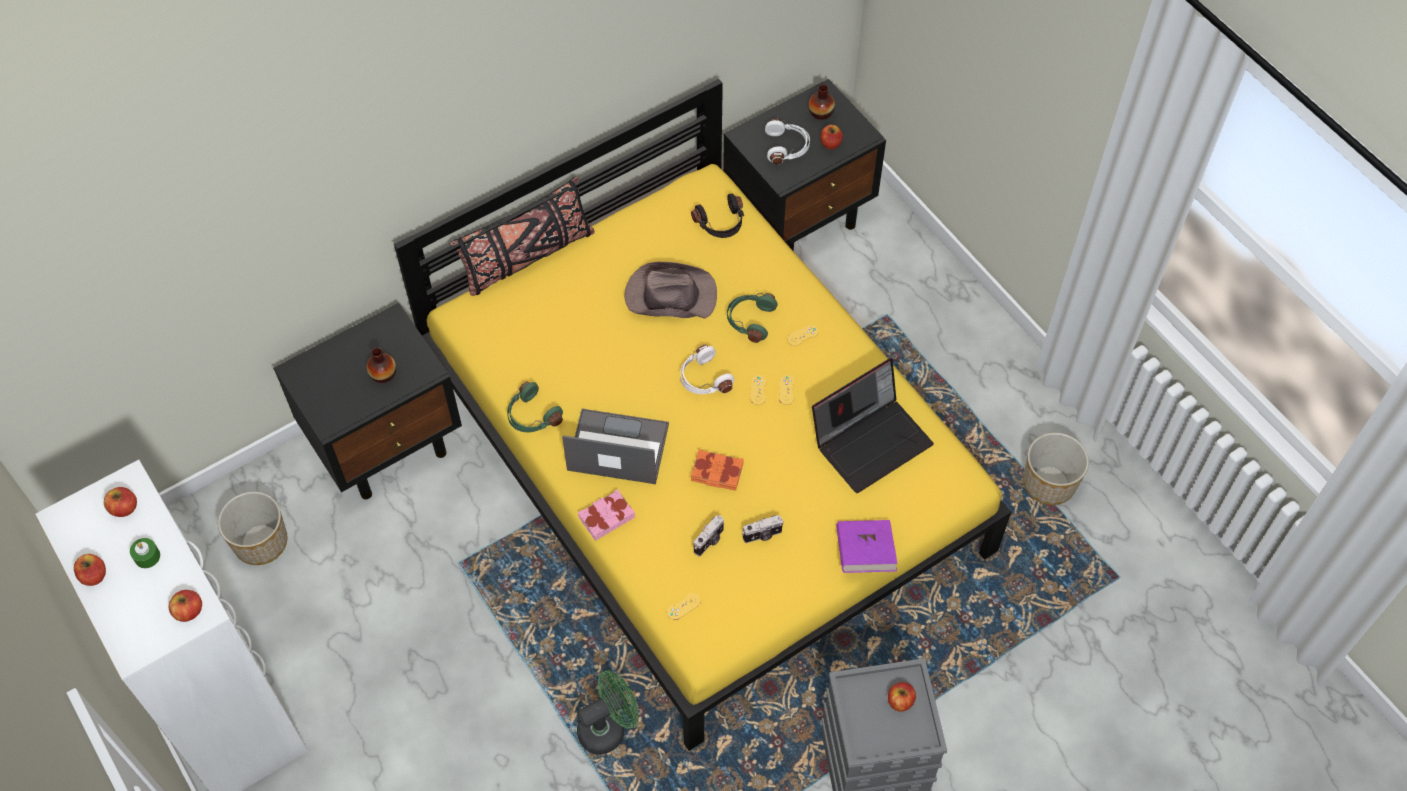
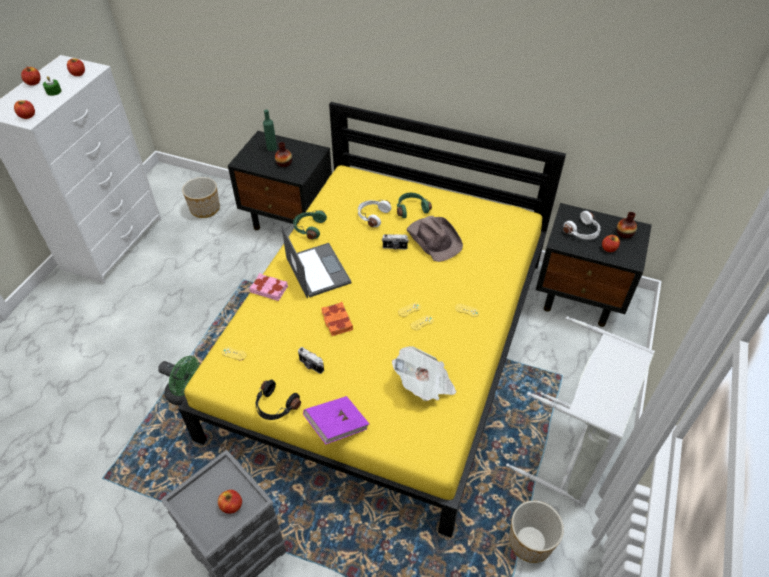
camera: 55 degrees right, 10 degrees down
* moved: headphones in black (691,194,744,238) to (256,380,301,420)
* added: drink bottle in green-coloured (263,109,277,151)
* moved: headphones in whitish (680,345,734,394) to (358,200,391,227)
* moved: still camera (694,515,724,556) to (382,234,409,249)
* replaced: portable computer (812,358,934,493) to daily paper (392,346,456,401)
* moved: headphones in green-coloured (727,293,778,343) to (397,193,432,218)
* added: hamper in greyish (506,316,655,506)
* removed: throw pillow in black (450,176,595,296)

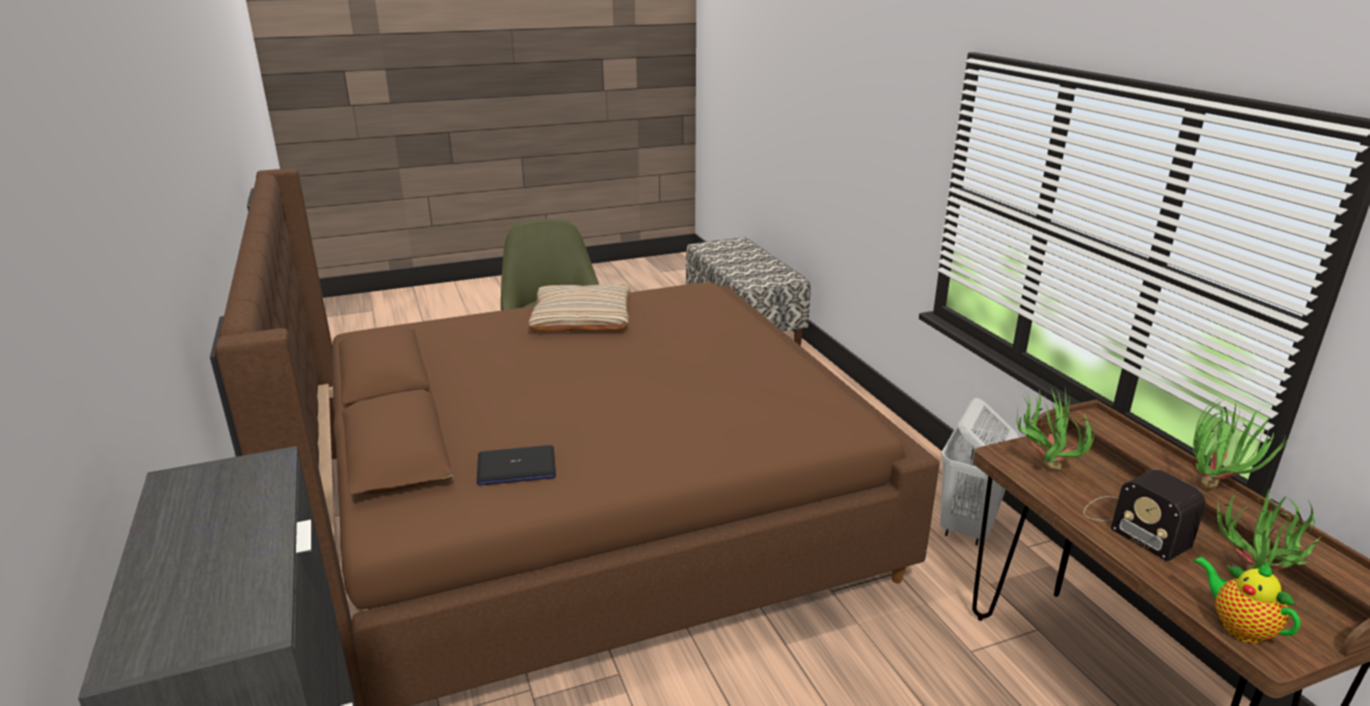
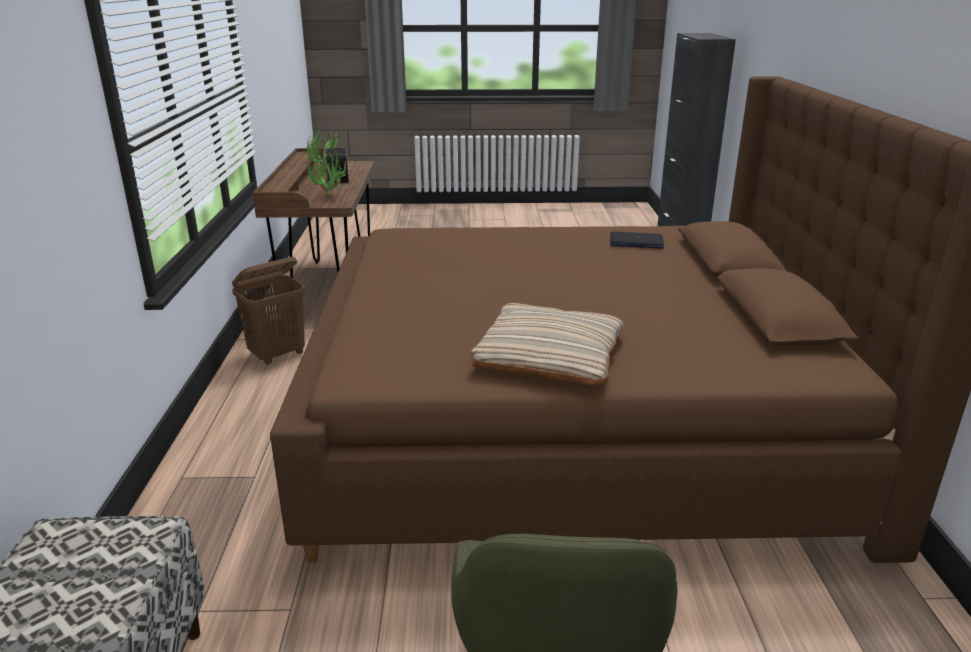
camera: 160 degrees left, 0 degrees up
* recoloured: hamper in whitish (940,398,1019,546) to hamper in brownish (232,257,305,365)
* removed: houseplant (1193,399,1288,489)
* removed: pot for tea (1194,556,1301,643)

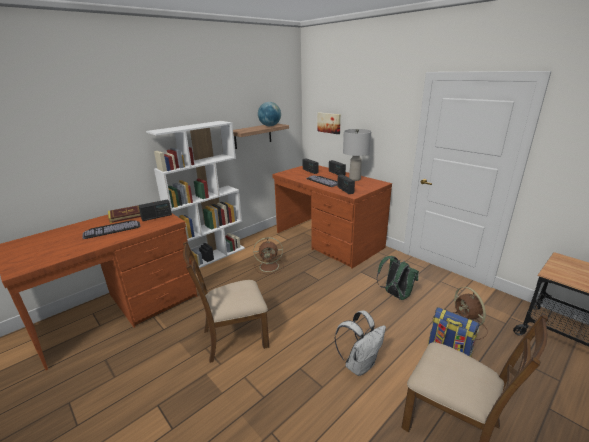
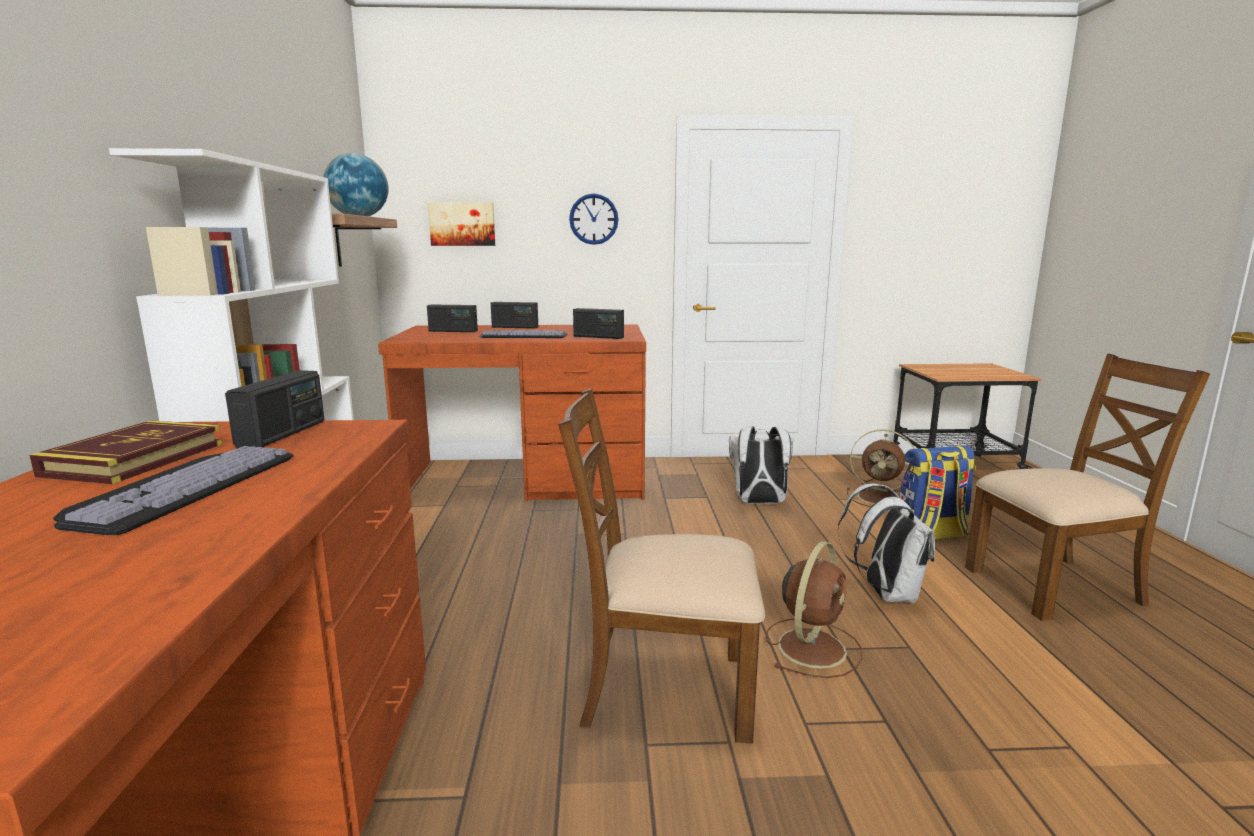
camera: 50 degrees left, 10 degrees down
* turned: chair in brownish (183,241,269,363) = (558,388,765,744) 75 degrees clockwise
* added: clock on the wall (569,193,619,245)
* recoloured: rucksack in green-coloured (377,256,419,300) to rucksack in whitish (729,426,793,504)
* moved: fan in brownish (253,237,284,274) to (766,541,862,678)
* removed: table lamp in greyish (343,129,371,181)

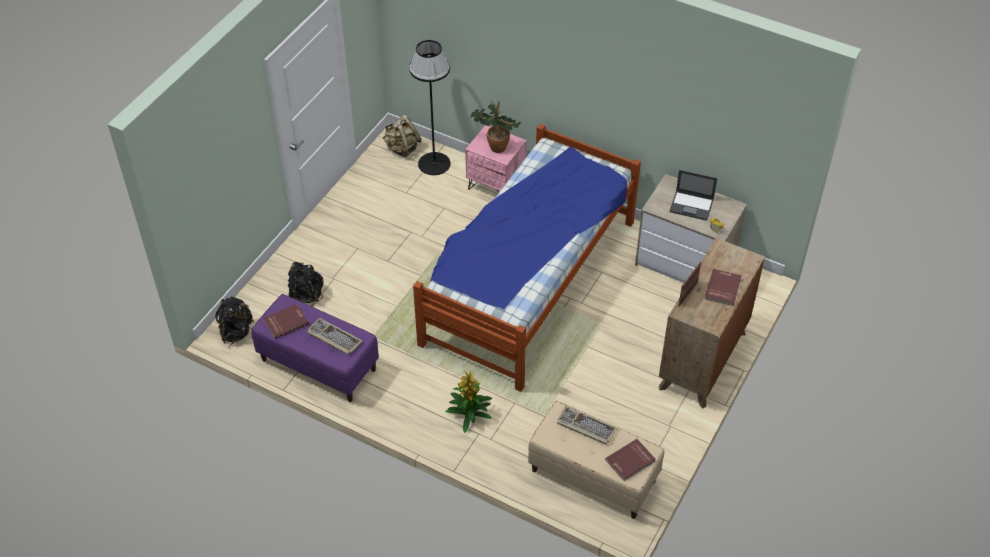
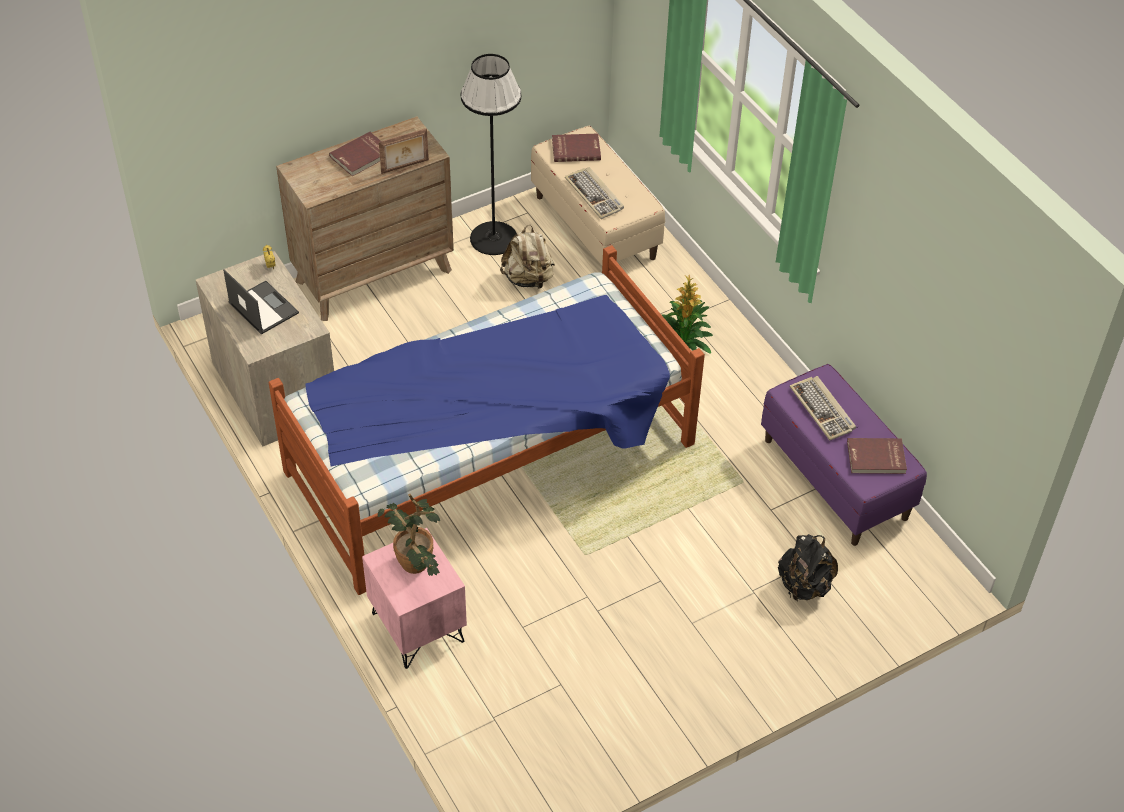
camera: 150 degrees left, 0 degrees up
* moved: standard lamp in black (409,40,451,175) to (461,54,521,255)
* moved: rucksack in beige-coloured (383,115,422,158) to (500,225,555,289)
* removed: rucksack in black (215,297,253,345)

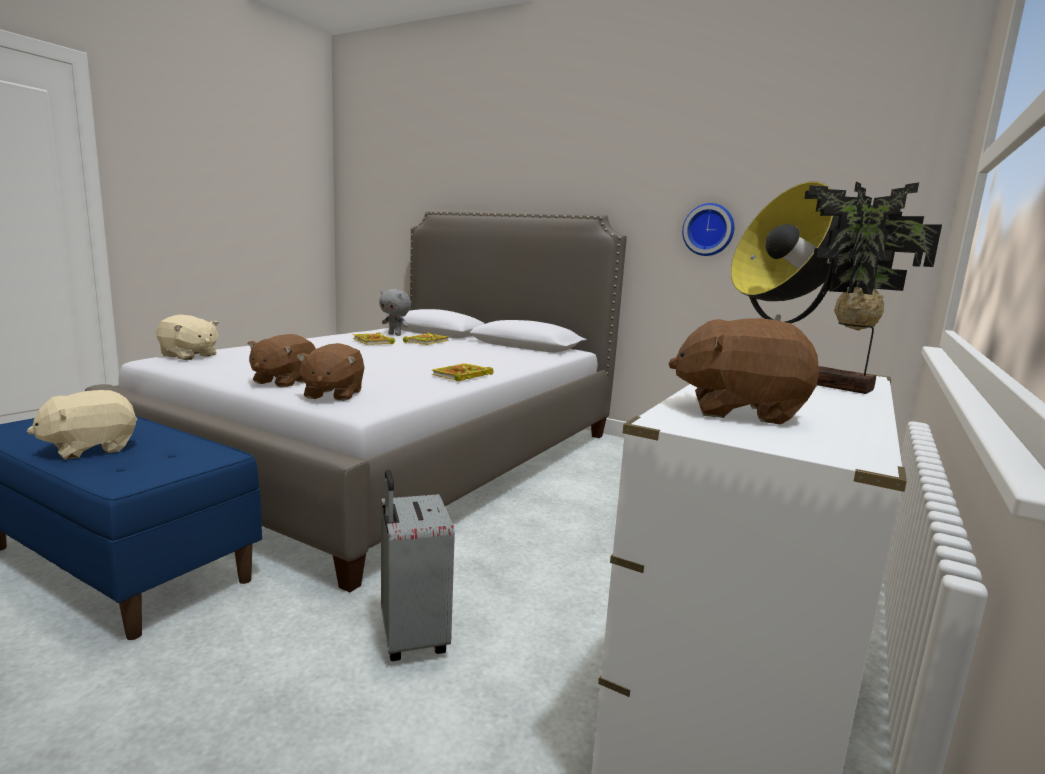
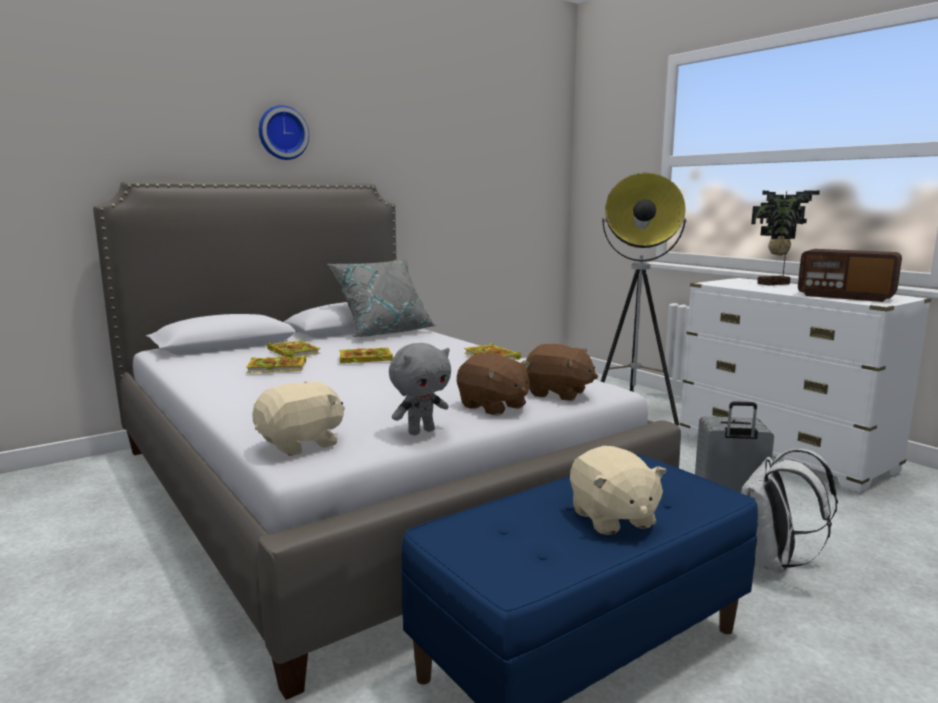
camera: 65 degrees left, 0 degrees up
* moved: clock on the wall (682,203,734,256) to (259,105,309,160)
* added: throw pillow in greyish (327,259,436,337)
* added: volume (339,348,393,364)
* moved: plush toy in greyish (379,289,411,336) to (389,343,451,435)
* added: rucksack in whitish (741,449,838,573)
* replaced: plush toy in brownish (668,318,819,425) to radio (798,249,902,302)

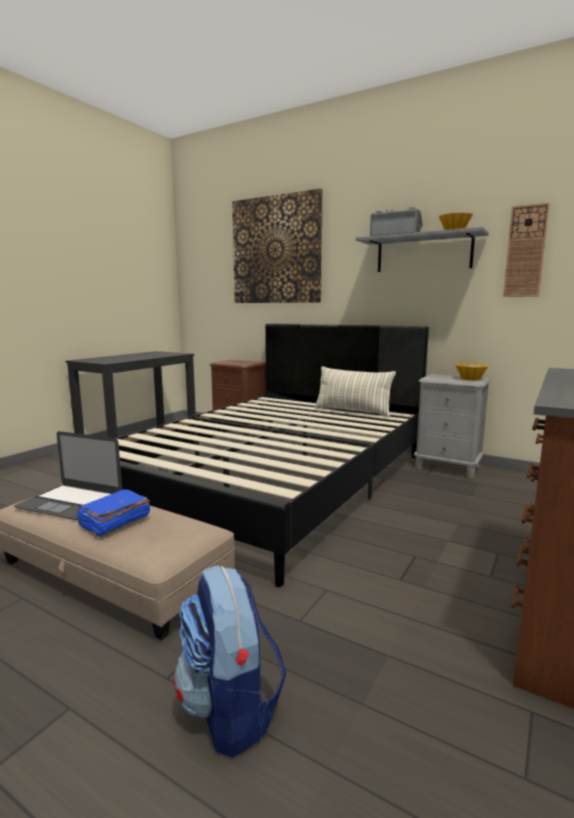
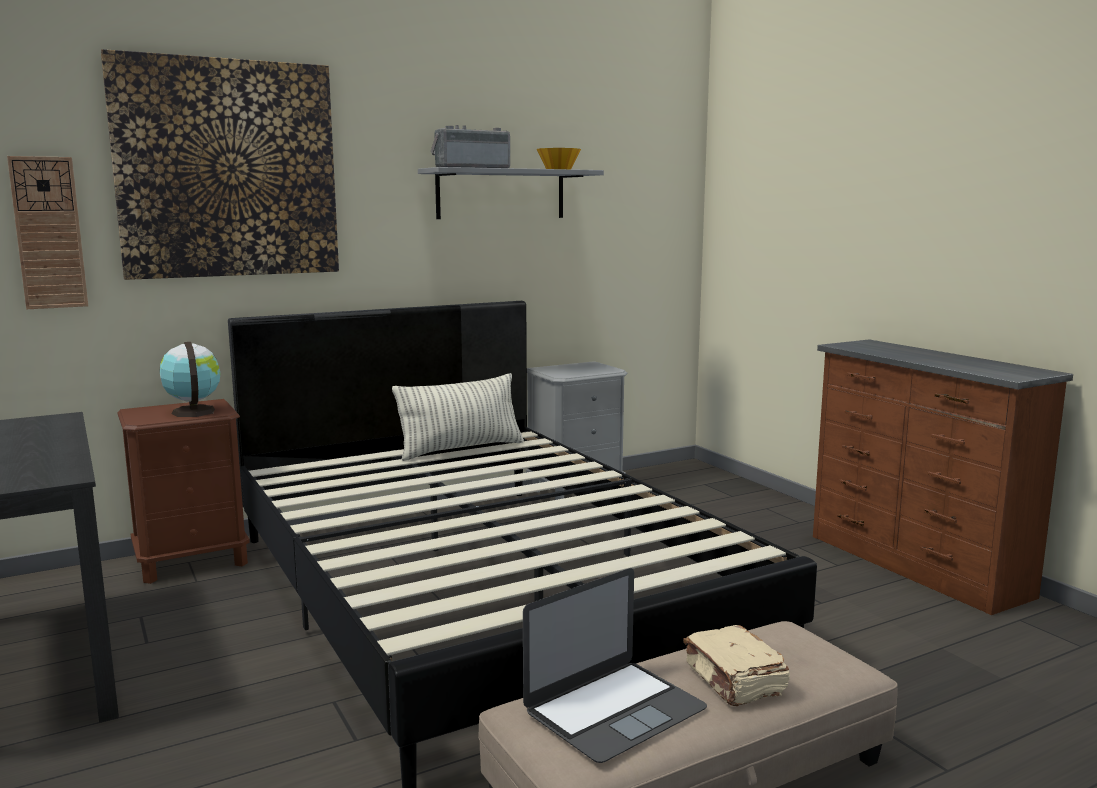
camera: 60 degrees left, 0 degrees up
* moved: clock on the wall (503,203,550,297) to (7,156,88,309)
* added: globe (159,342,221,417)
* recoloured: volume in blue (76,489,150,537) to volume in beige-coloured (683,625,790,706)
* removed: rucksack (174,565,286,757)
* removed: serving bowl (455,363,488,380)

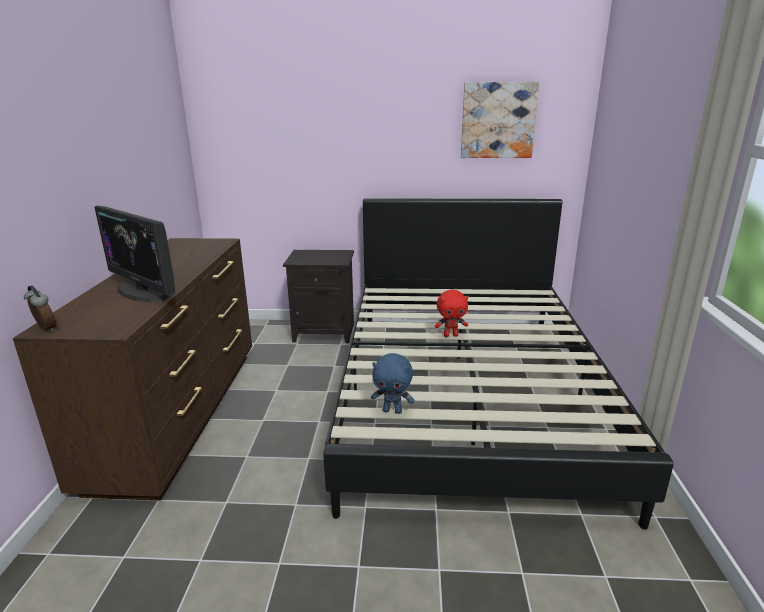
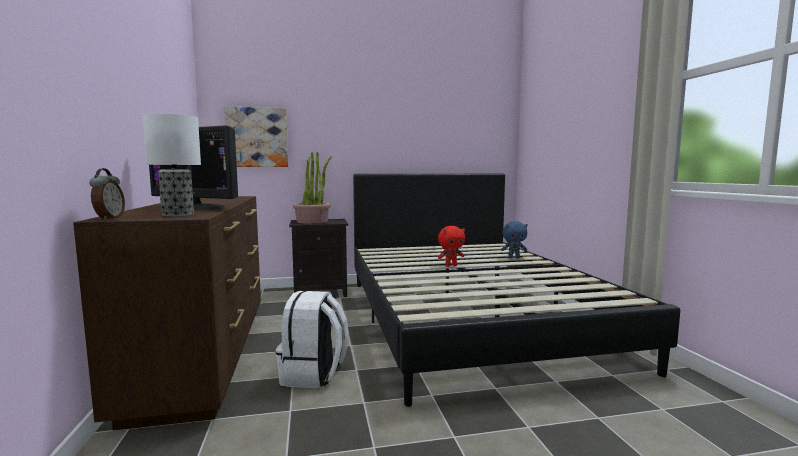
camera: 15 degrees left, 15 degrees down
* turned: bedside clock (24,285,57,332) = (89,168,125,220) 60 degrees clockwise
* added: table lamp (143,114,201,216)
* moved: picture (461,82,539,158) to (224,106,288,167)
* added: rucksack in whitish (276,291,349,388)
* added: houseplant (293,152,332,224)
* moved: plush toy in blue (371,353,414,414) to (501,221,528,259)

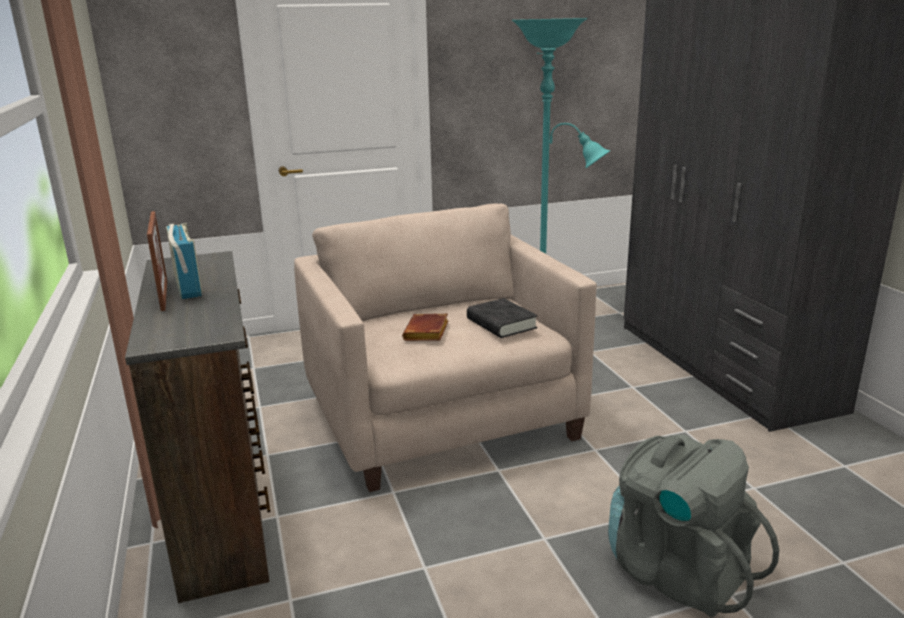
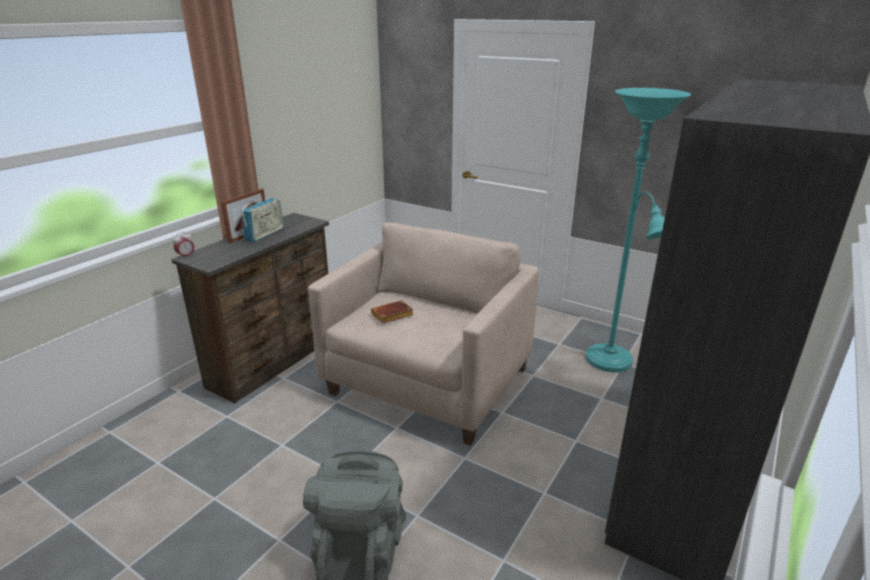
camera: 50 degrees right, 5 degrees up
* added: bedside clock (173,232,194,259)
* removed: volume in black (467,298,538,338)

